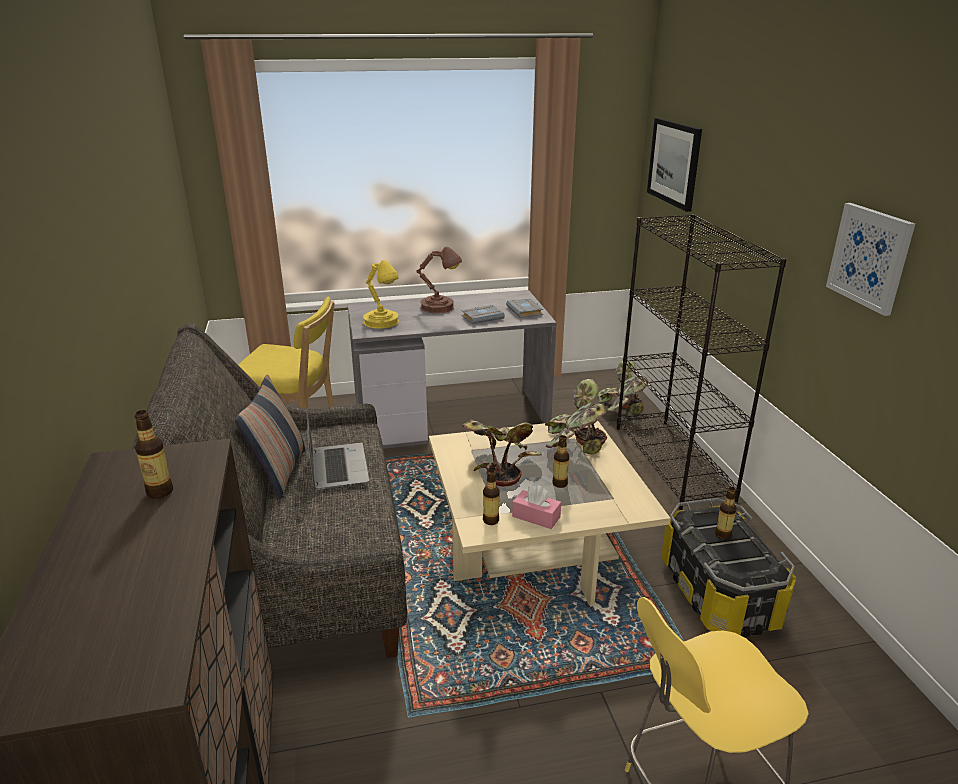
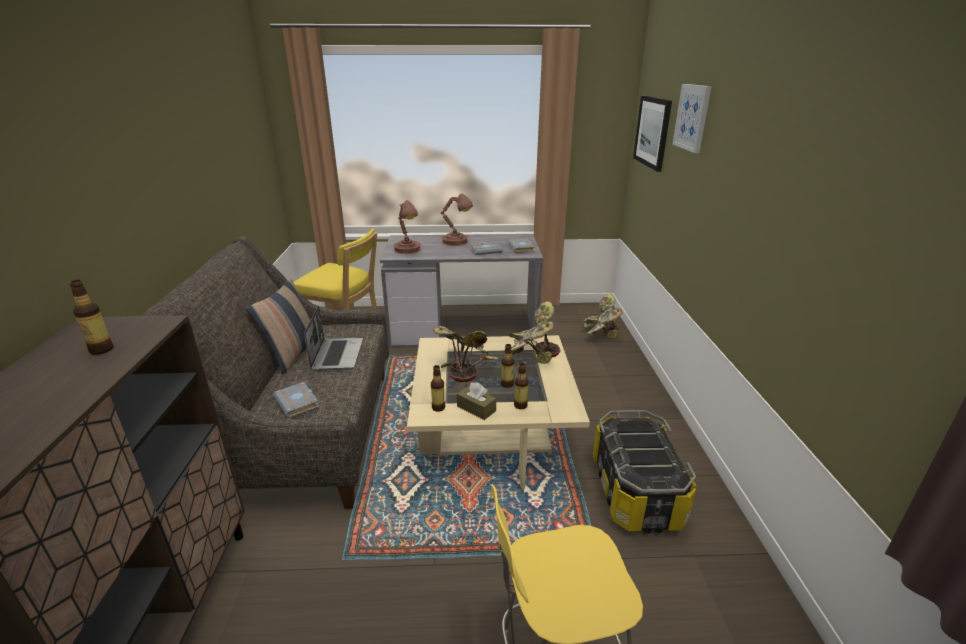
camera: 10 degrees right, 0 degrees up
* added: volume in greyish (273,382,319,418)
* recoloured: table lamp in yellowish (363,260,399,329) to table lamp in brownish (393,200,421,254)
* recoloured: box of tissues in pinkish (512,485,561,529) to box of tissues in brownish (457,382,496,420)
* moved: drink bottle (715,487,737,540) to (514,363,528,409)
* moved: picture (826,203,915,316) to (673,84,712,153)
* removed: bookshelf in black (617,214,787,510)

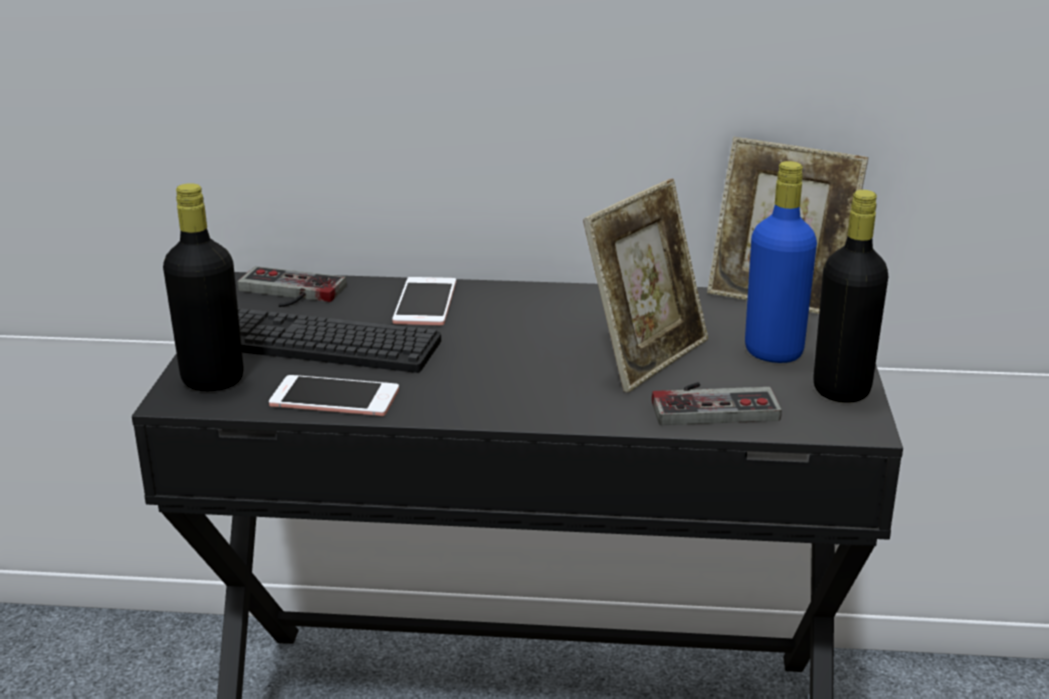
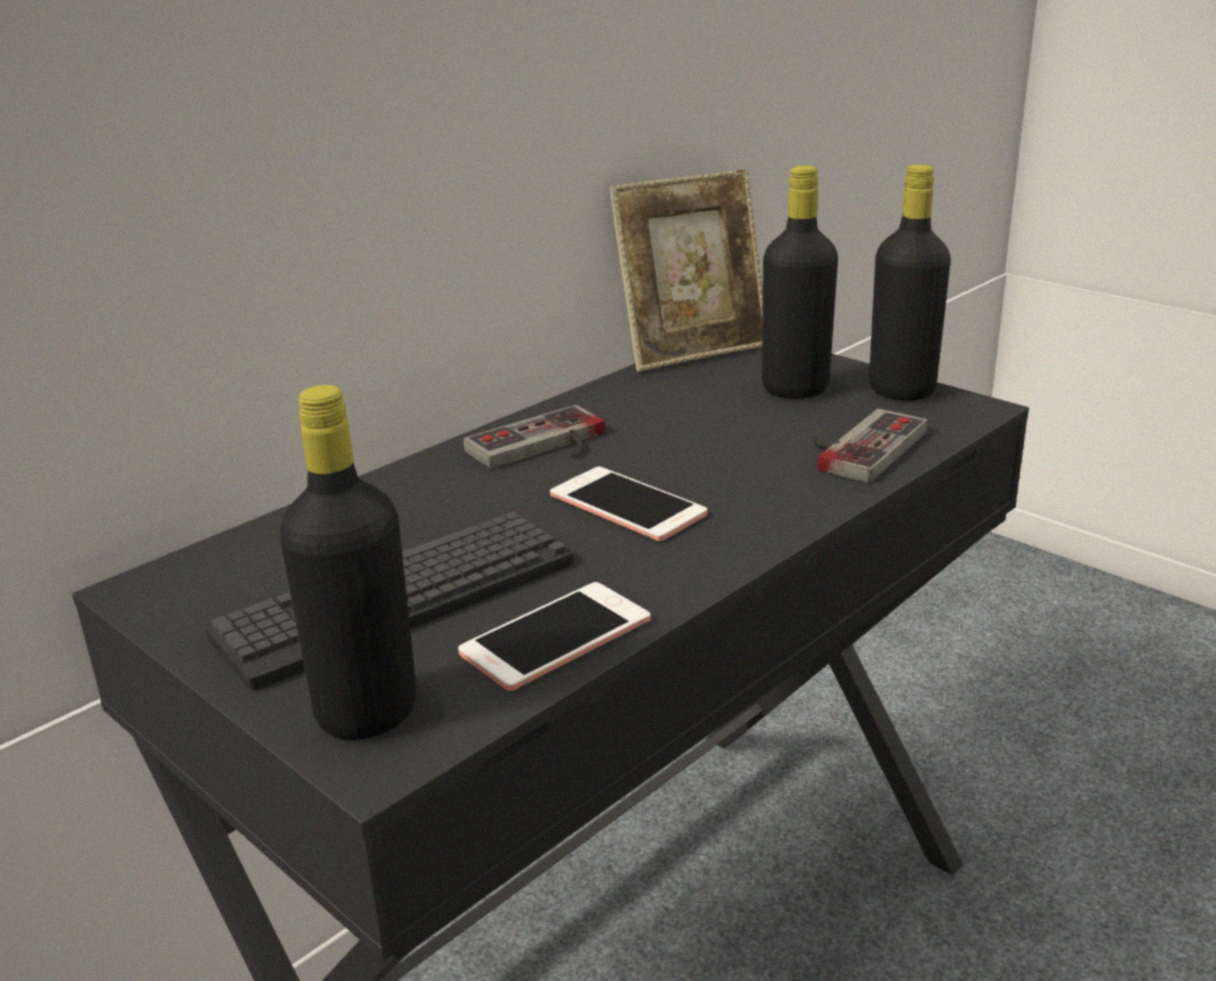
camera: 50 degrees left, 0 degrees up
* moved: gamepad (237,266,347,307) to (463,405,605,469)
* moved: telephone (392,277,456,325) to (550,467,707,541)
* recoloured: drink bottle in blue (745,161,817,363) to drink bottle in black (762,166,838,399)
* removed: picture frame (583,178,708,393)

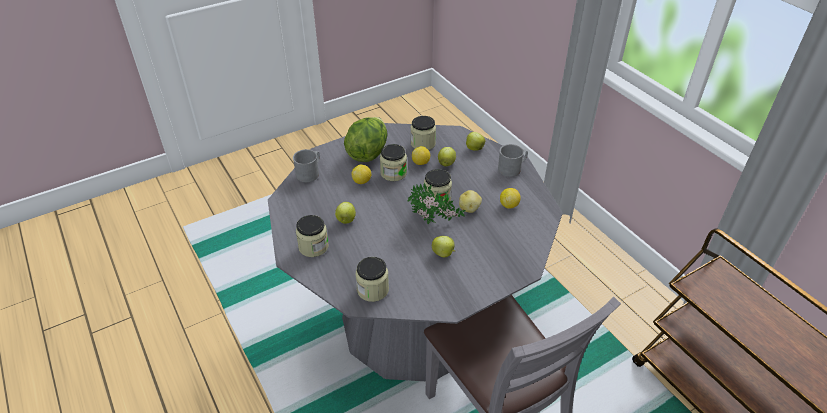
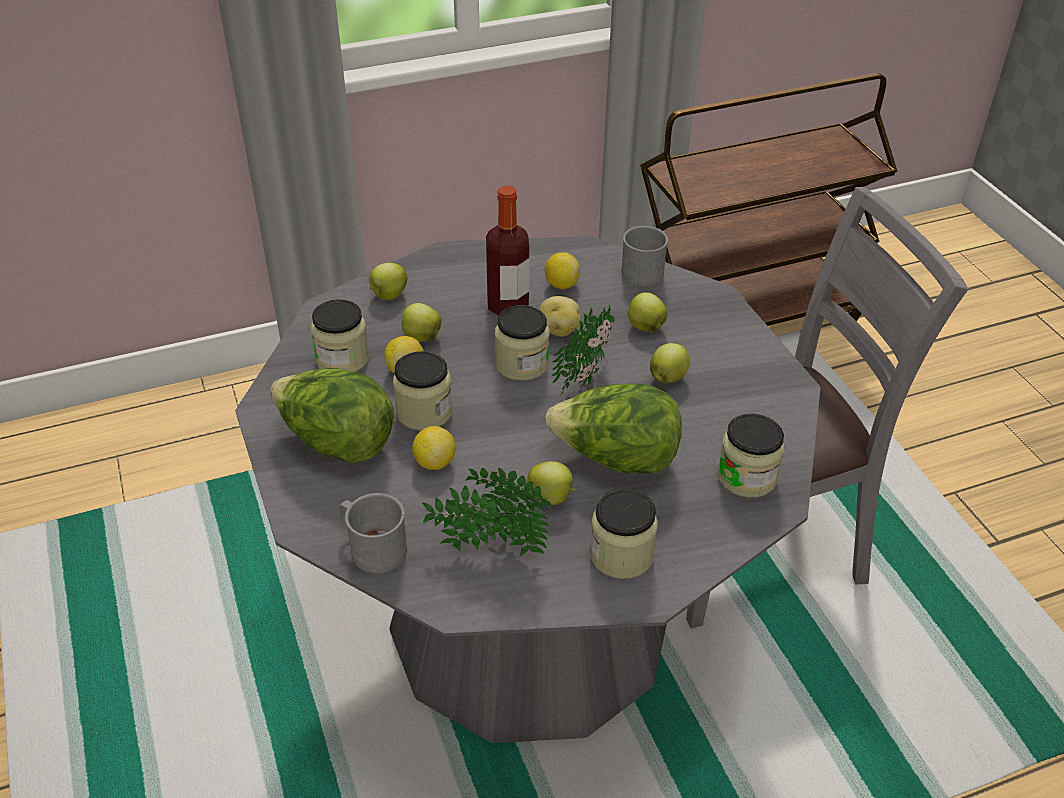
camera: 80 degrees left, 0 degrees up
* added: houseplant (422,468,552,556)
* added: drink bottle (486,186,529,316)
* added: lettuce head (545,383,682,474)
* moved: tea mug in greyish (498,144,528,177) to (621,226,668,287)
* added: apple (628,292,668,331)

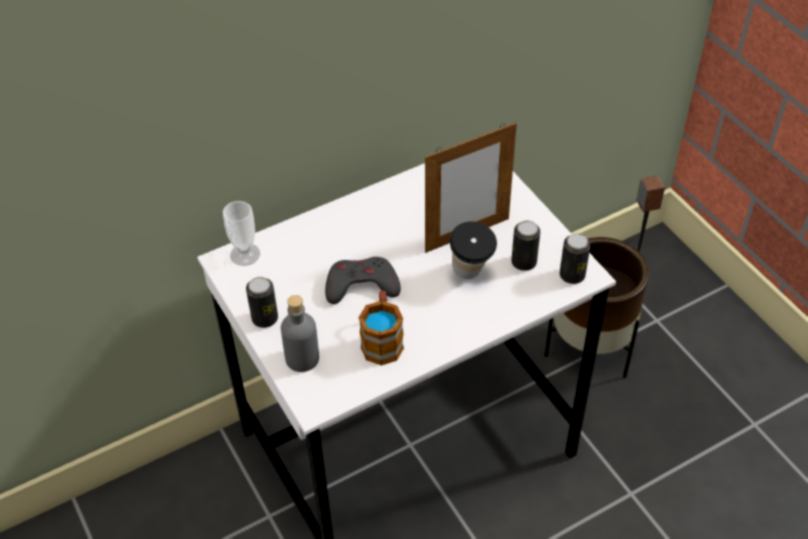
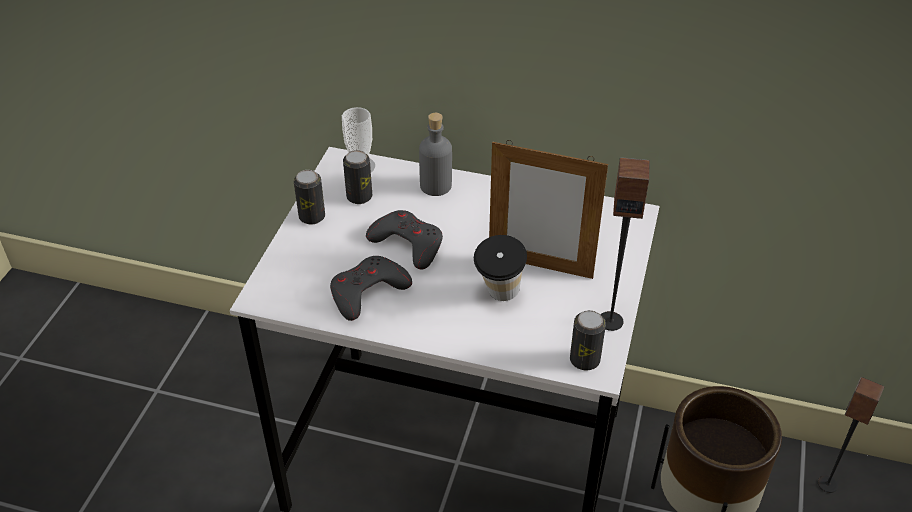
camera: 45 degrees right, 5 degrees down
* replaced: tea mug (358,291,404,365) to gamepad in greyish (330,256,412,321)
* moved: metal can (511,221,540,271) to (343,150,372,204)
* moved: drink bottle in greyish (281,295,319,372) to (419,113,452,196)
* added: loudspeaker (600,157,650,331)

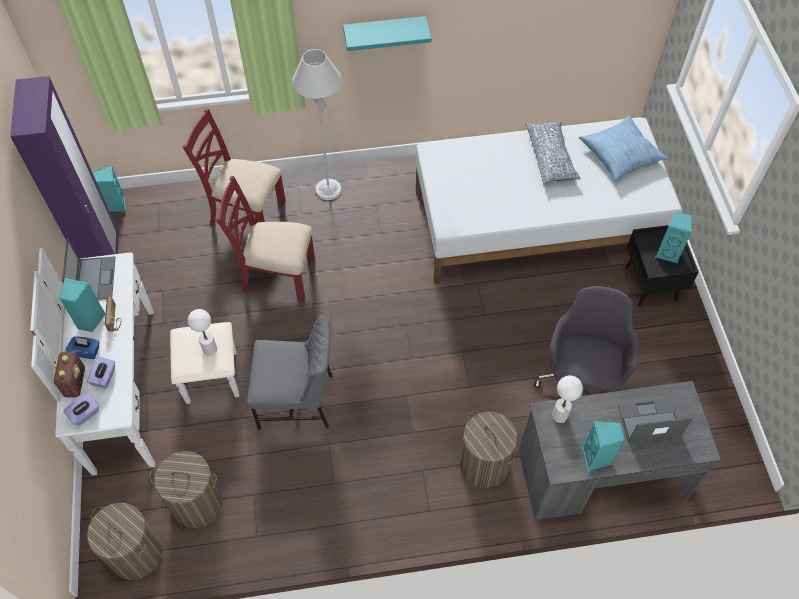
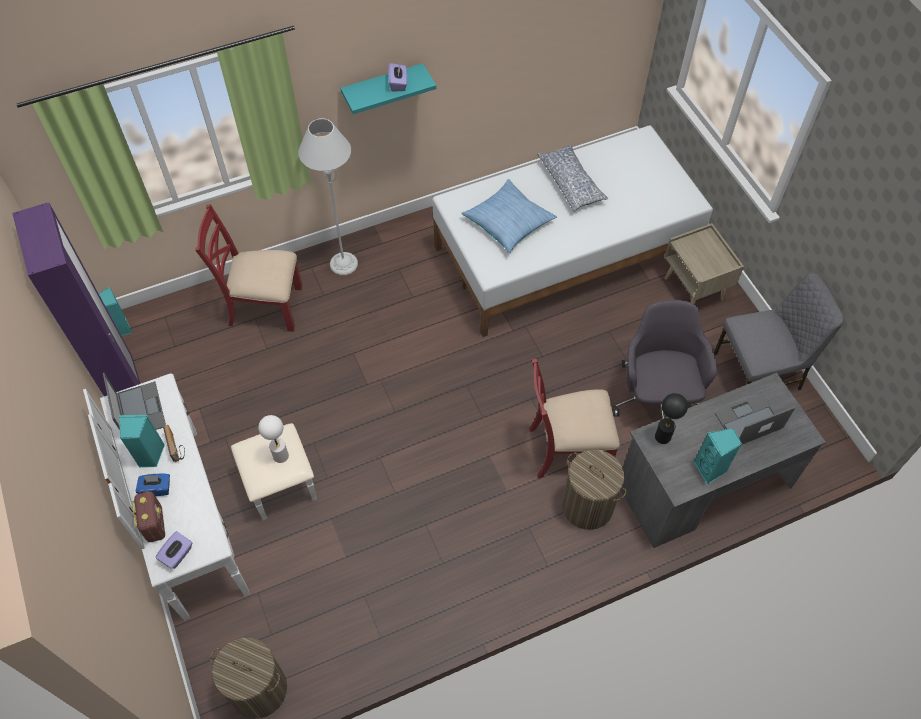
camera: 15 degrees left, 0 degrees up
* moved: box of tissues in purplish (87,356,115,388) to (388,63,407,92)
* moved: throw pillow (579,115,668,182) to (461,179,557,253)
* moved: chair in red (216,176,315,302) to (529,358,620,478)
* recoloured: table lamp in whitish (552,375,583,423) to table lamp in black (655,393,688,444)
* recoloured: bedside table in black (625,225,698,306) to bedside table in beige-coloured (665,223,744,304)
* moved: chair in greyish (247,315,332,430) to (714,272,844,391)
* removed: hamper (149,451,223,528)
* removed: loudspeaker in turquoise (655,211,692,263)

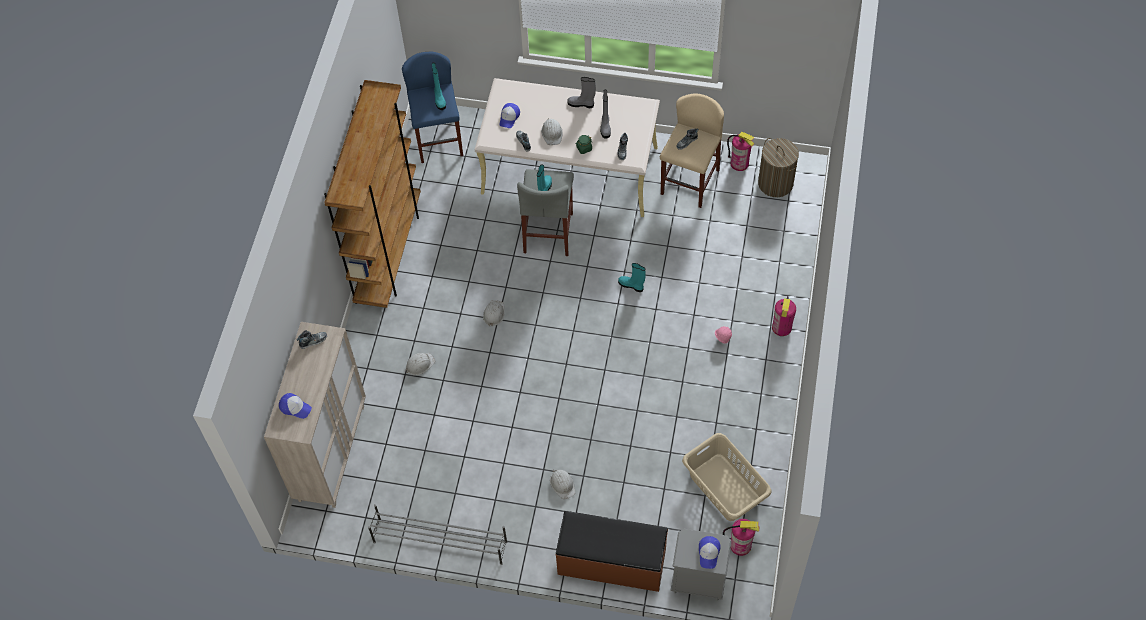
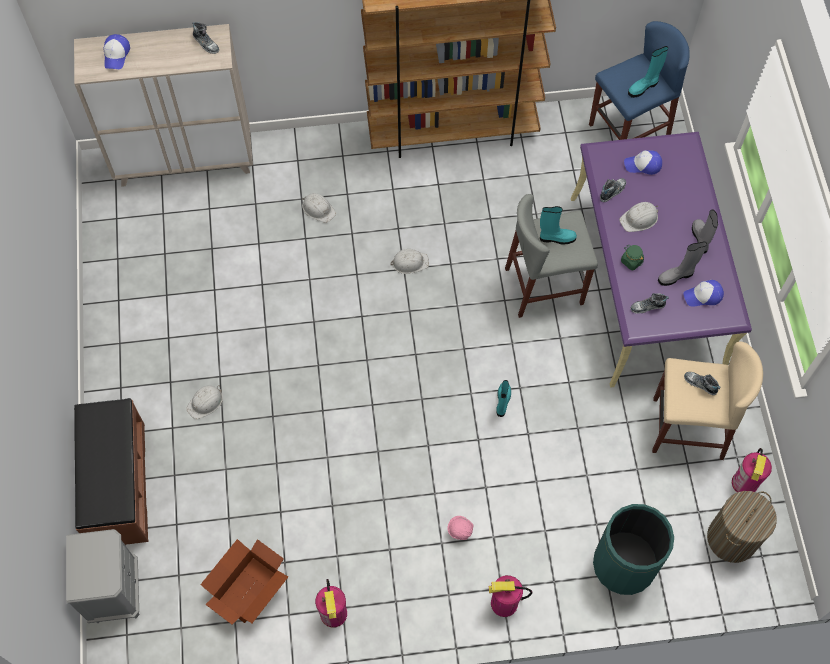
camera: 70 degrees right, 5 degrees up
* replaced: hamper in beige-coloured (682,433,772,521) to packing box (200,539,288,624)
* moved: fire extinguisher (723,519,760,556) to (315,579,347,628)
* recoloured: desk table in beige-coloured (475,78,660,217) to desk table in purplish (571,132,752,388)
* added: waste bin in green-coloured (593,504,674,595)
* moved: peaked cap (699,536,721,569) to (683,280,724,307)
* removed: shoe shelf in greyish (368,504,507,565)

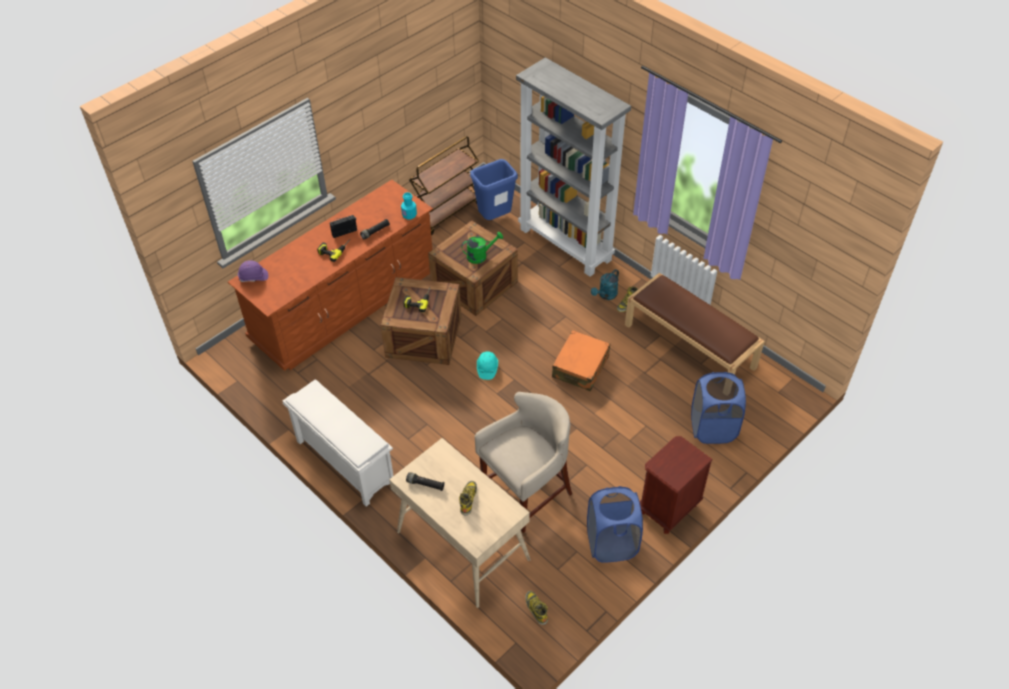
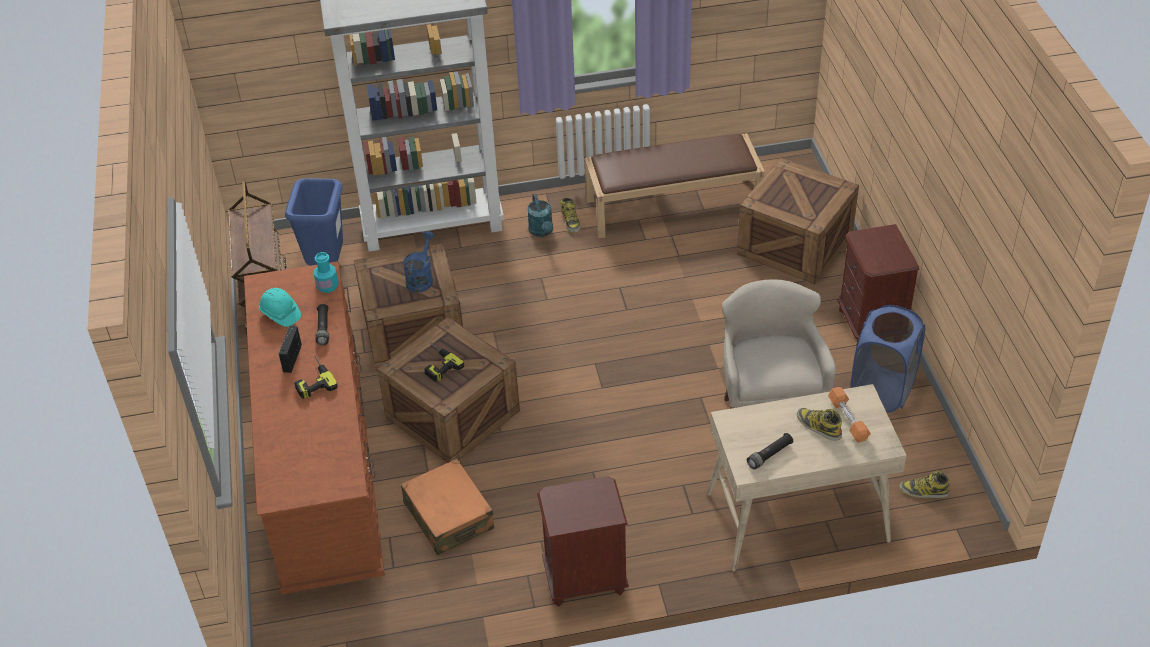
camera: 55 degrees left, 5 degrees down
* moved: hard hat in turquoise (477,351,498,380) to (259,288,301,327)
* moved: piece of luggage in orangey (552,330,610,391) to (401,459,494,555)
* recoloured: watering can in green-coloured (461,232,503,264) to watering can in blue (403,231,435,293)
* replaced: shoe shelf in whitish (282,379,394,506) to bedside table in brownish (537,476,629,607)
* replaced: hamper in blue (691,372,746,444) to crate (737,157,859,284)
* added: free weight in orangey (828,387,871,443)
* removed: hard hat in purplish (238,260,268,282)

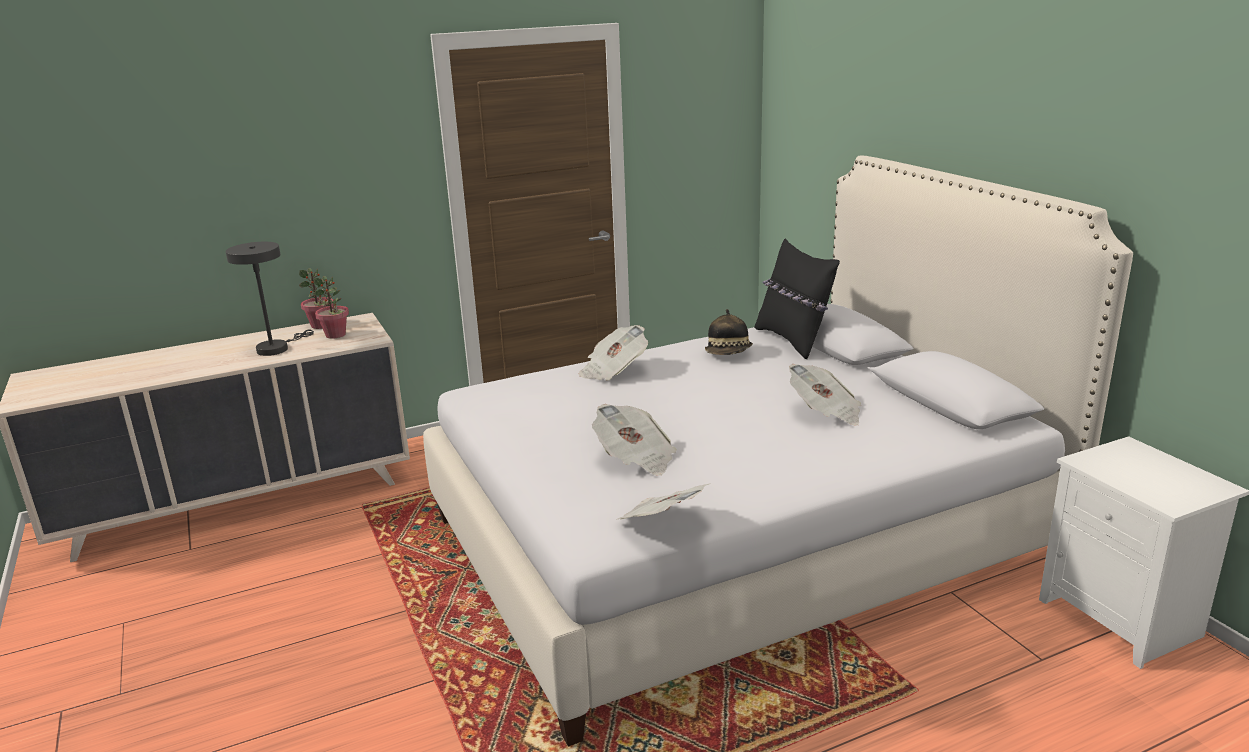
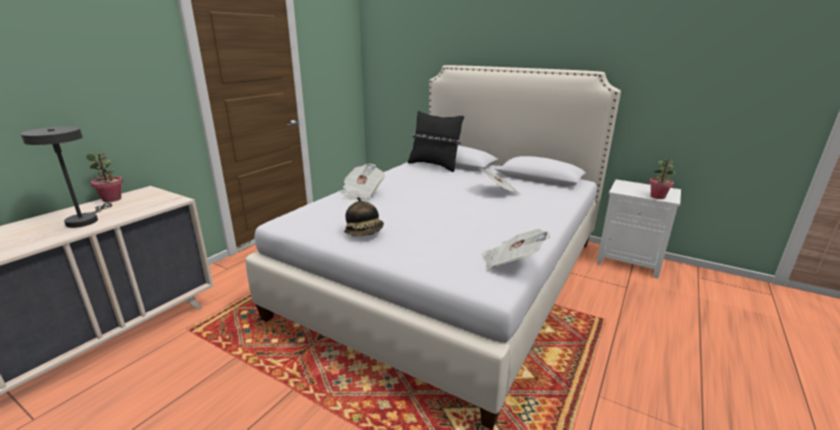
camera: 35 degrees left, 0 degrees up
* moved: clothing hat (705,309,753,355) to (344,197,384,236)
* moved: houseplant (313,276,349,339) to (649,158,676,199)
* removed: daily paper (592,404,677,476)

